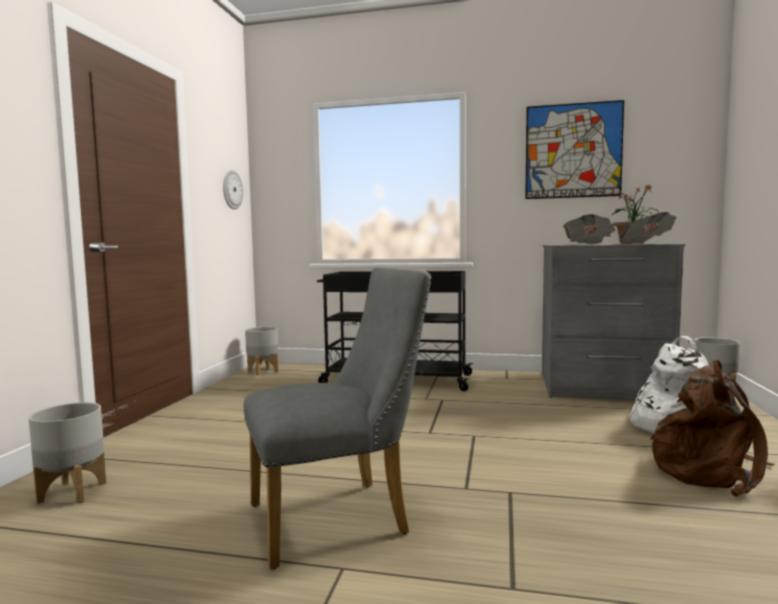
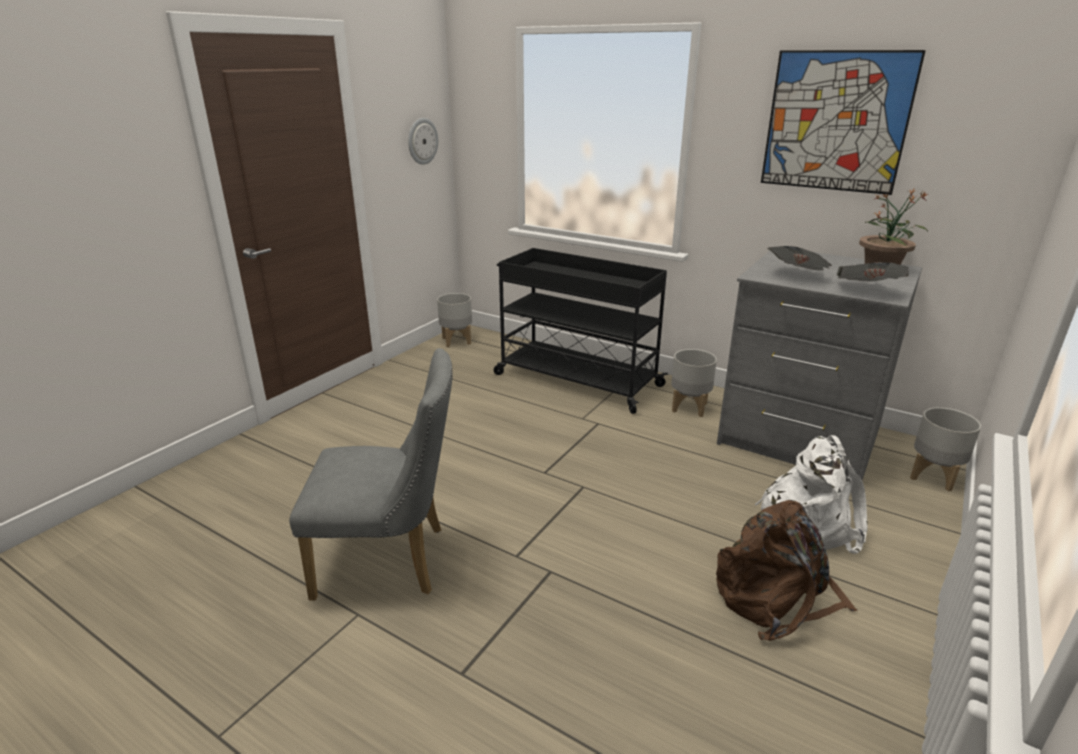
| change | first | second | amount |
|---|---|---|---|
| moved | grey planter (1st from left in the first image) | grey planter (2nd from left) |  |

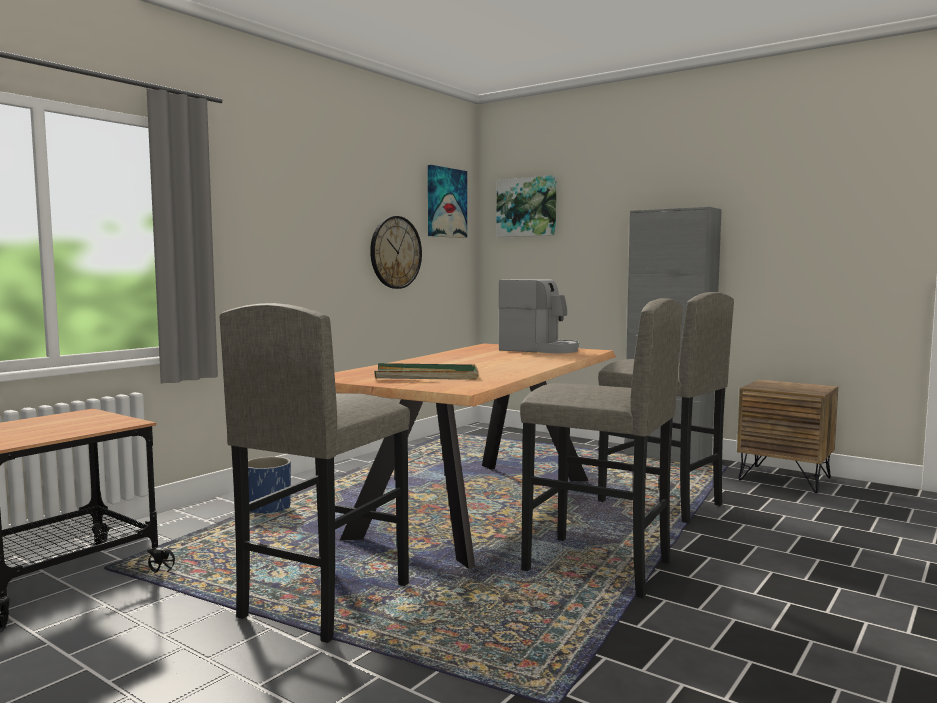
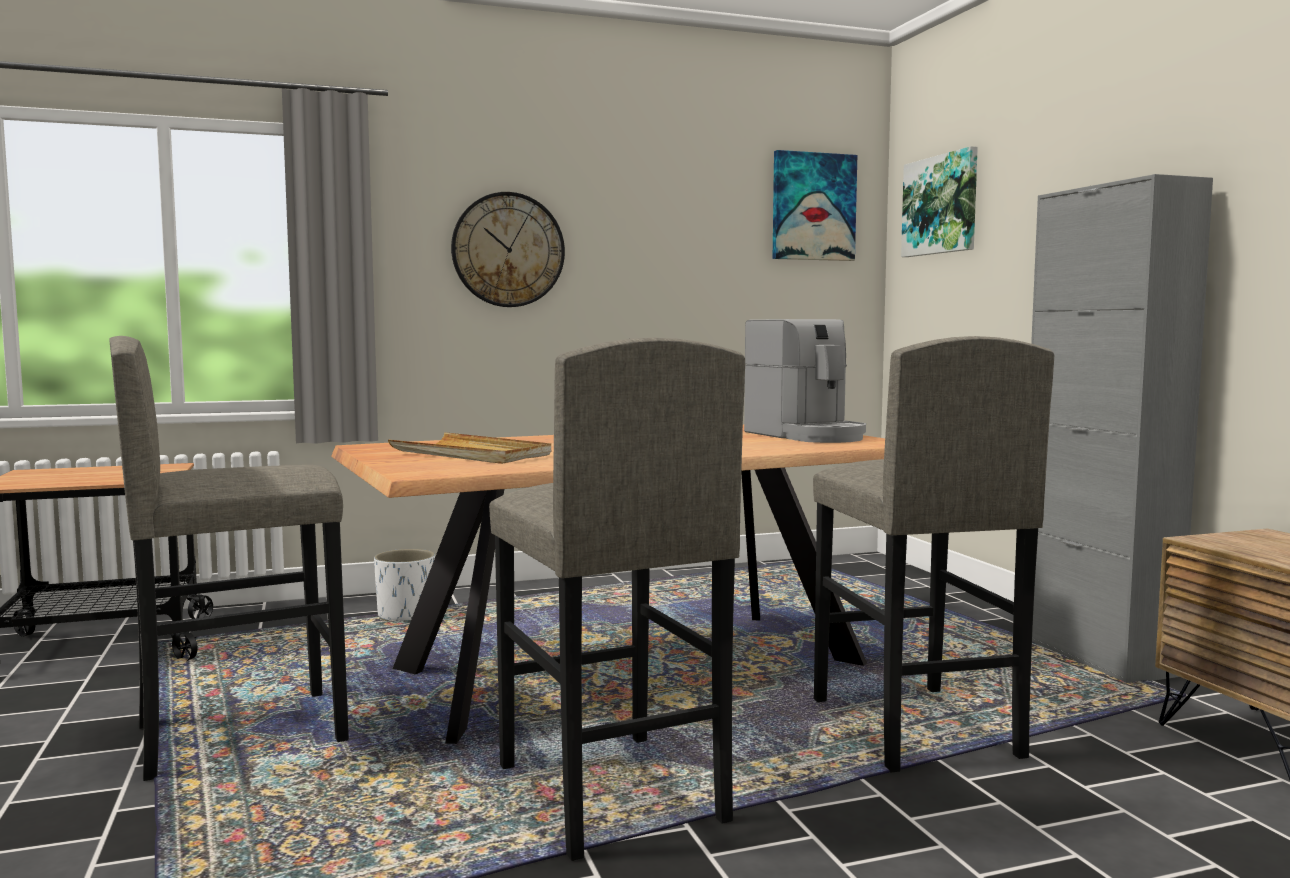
| change | first | second | amount |
|---|---|---|---|
| moved | wall clock |  |  |
| recoloured | bluish planter | whitish planter |  |
| recoloured | green-coloured serving tray | beige serving tray |  |

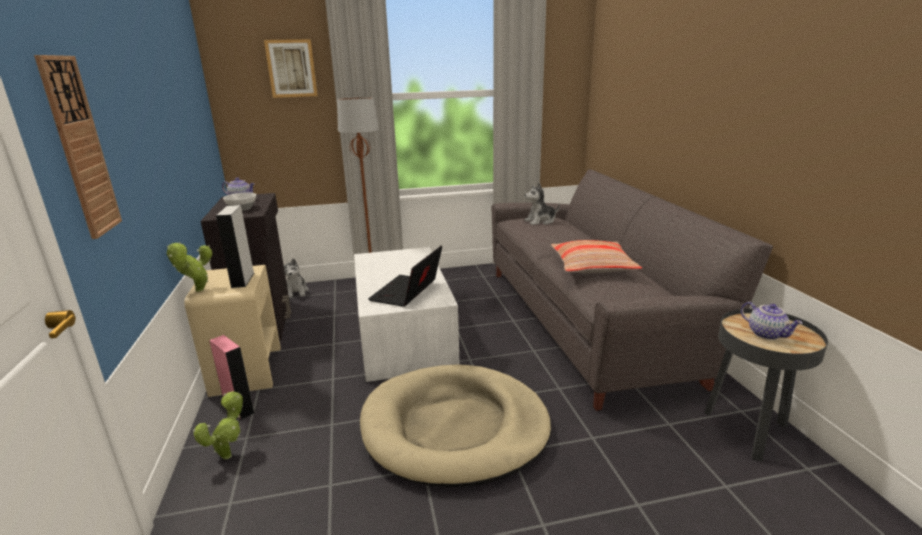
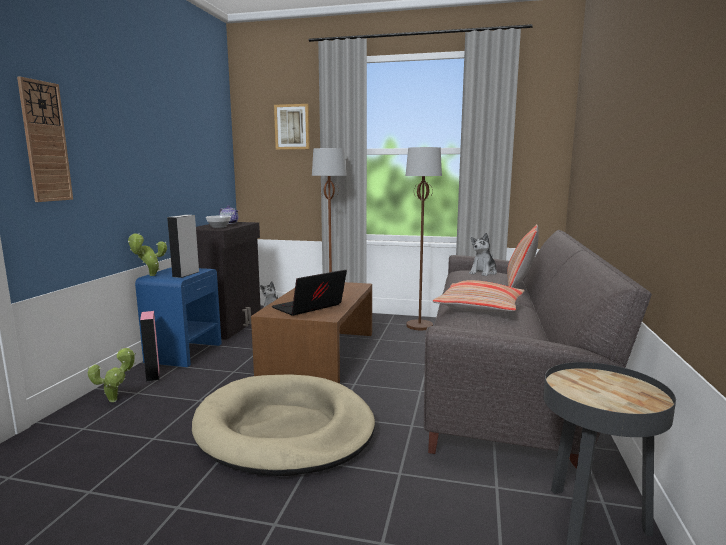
| change | first | second | amount |
|---|---|---|---|
| removed | tea pot (2nd from left) |  |  |
| added |  | brownish standard lamp (2nd from left) |  |
| added |  | throw pillow (2nd from left) |  |
| recoloured | beige night table | bluish night table |  |
| recoloured | whitish coffee table | brownish coffee table |  |
| turned | cuddly toy (2nd from left) |  | 60 degrees counterclockwise |

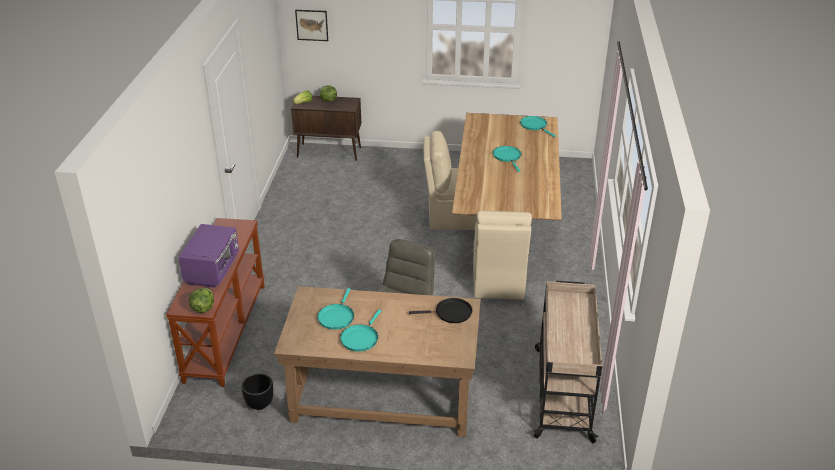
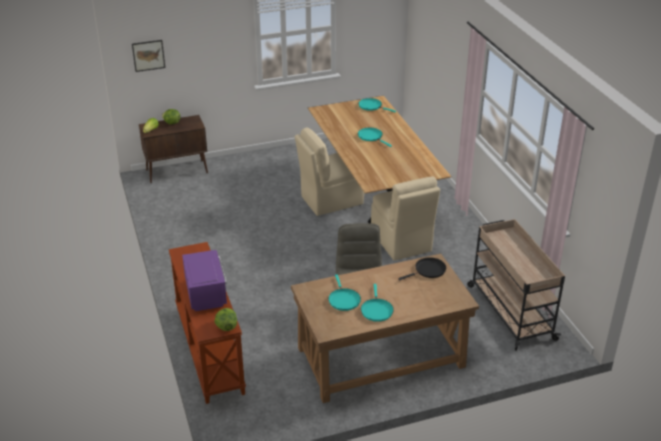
| change | first | second | amount |
|---|---|---|---|
| removed | black-coloured planter |  |  |

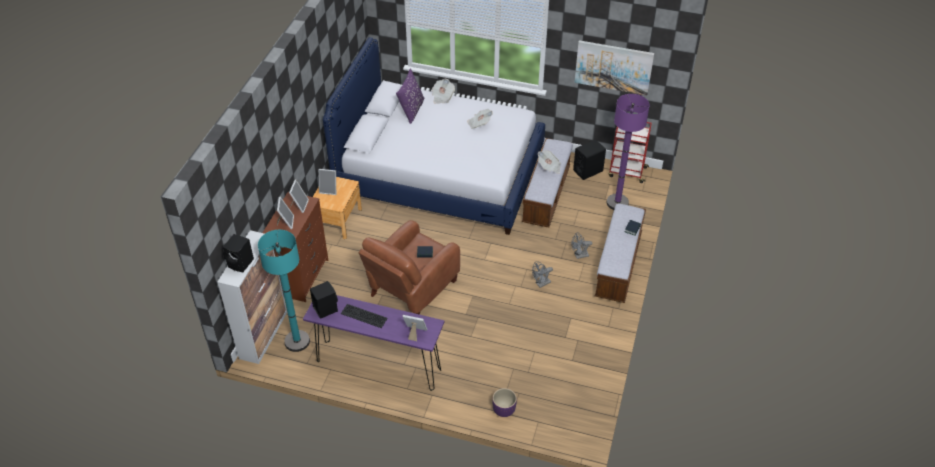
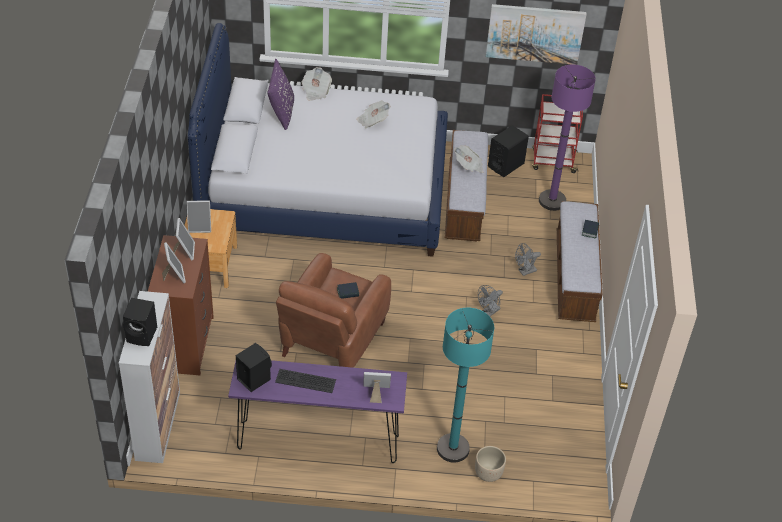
| change | first | second | amount |
|---|---|---|---|
| moved | turquoise-coloured standard lamp |  |  |
| recoloured | purple-coloured planter | beige planter |  |

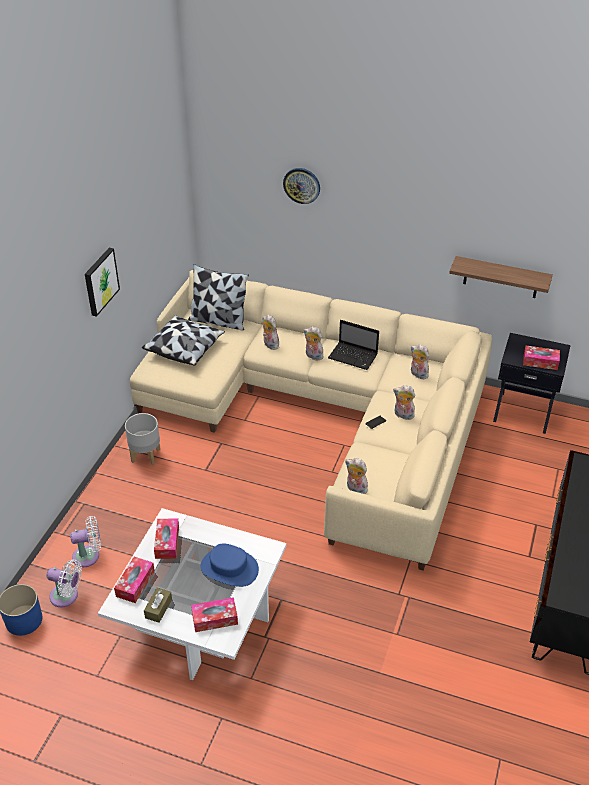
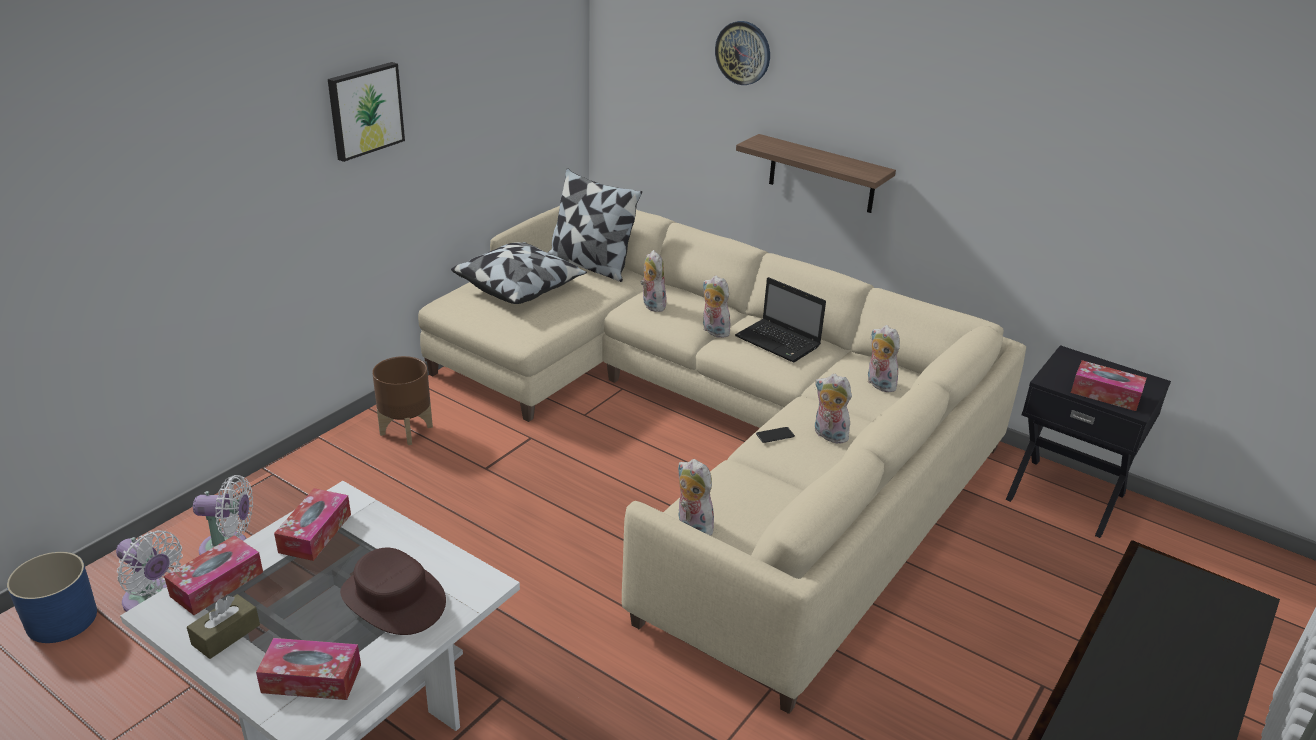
| change | first | second | amount |
|---|---|---|---|
| moved | bracket shelf |  |  |
| recoloured | grey planter | brownish planter |  |
| recoloured | bluish hat | brownish hat |  |

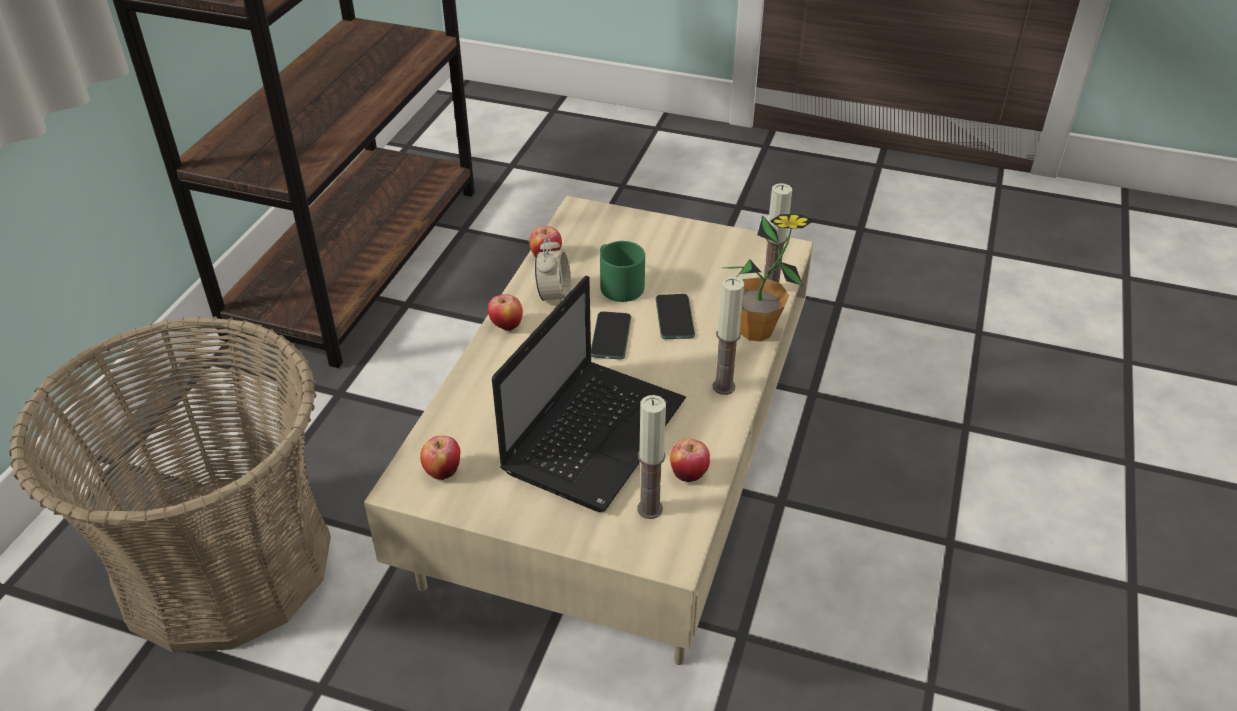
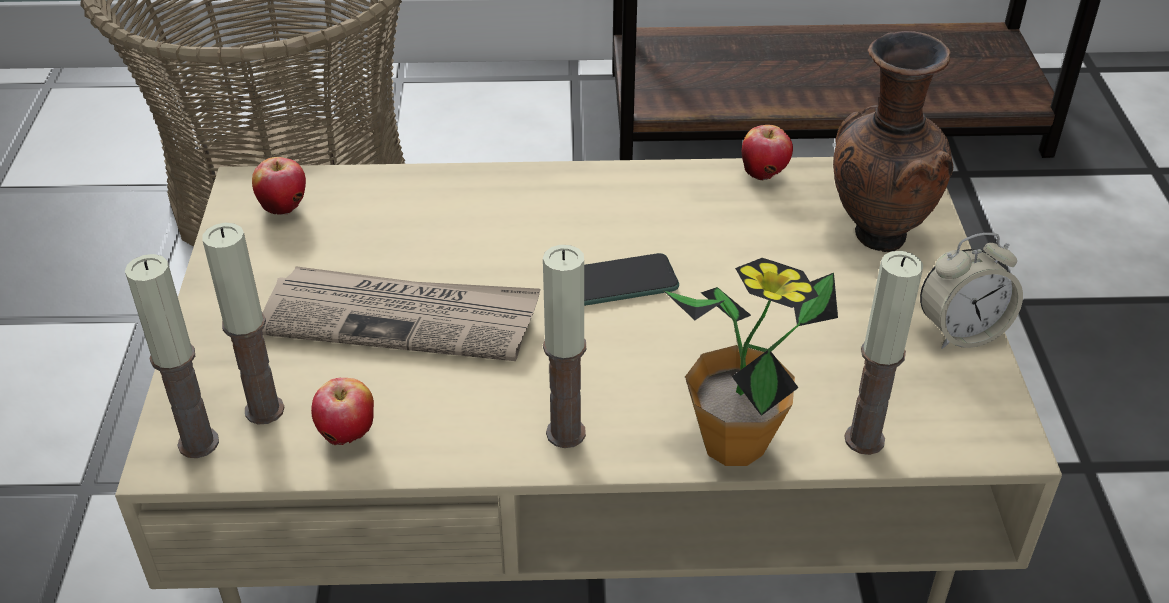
| change | first | second | amount |
|---|---|---|---|
| removed | apple (2nd from left) |  |  |
| removed | green-coloured mug |  |  |
| removed | handset (2nd from left) |  |  |
| added |  | candle (1st from left) |  |
| added |  | brownish flower vase |  |
| moved | alarm clock |  |  |
| replaced | laptop | newspaper |  |

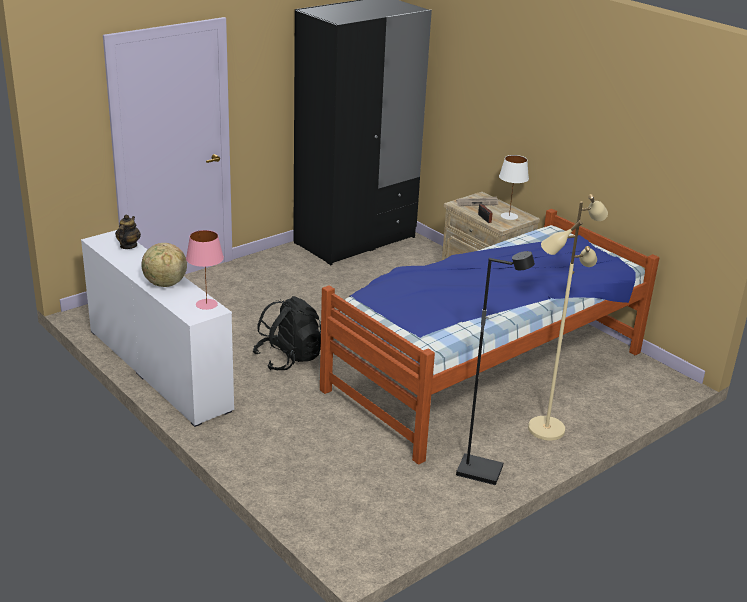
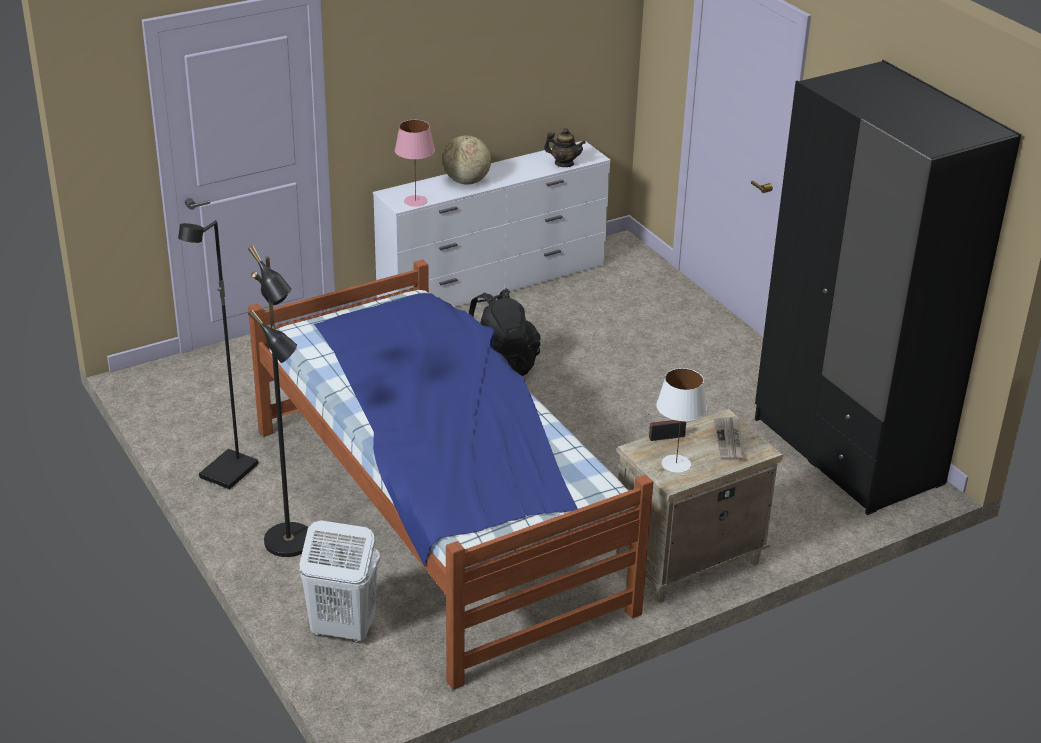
| change | first | second | amount |
|---|---|---|---|
| added |  | whitish washing basket |  |
| recoloured | beige standard lamp | black-coloured standard lamp (2nd from left) |  |

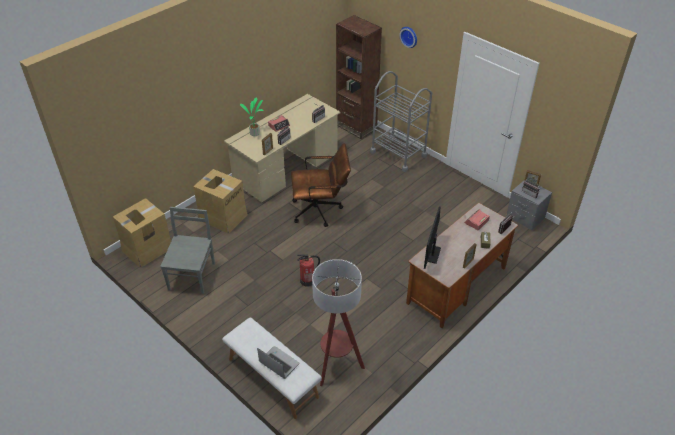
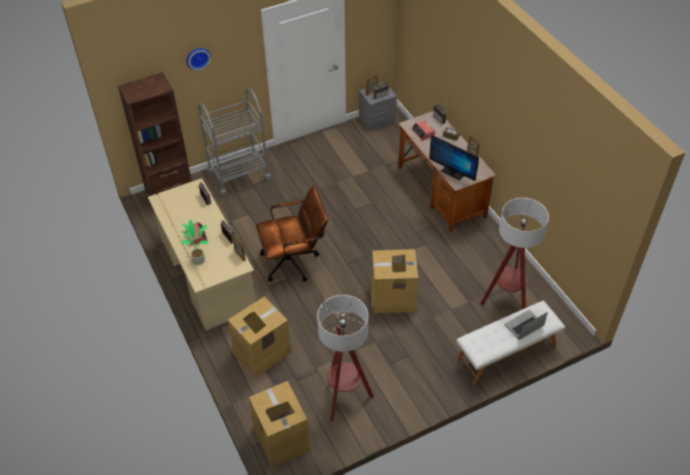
| change | first | second | amount |
|---|---|---|---|
| replaced | grey chair | standard lamp (1st from left) |  |
| replaced | fire extinguisher | cardboard box (3rd from left) |  |
| turned | brownish computer chair |  | 60 degrees clockwise |

